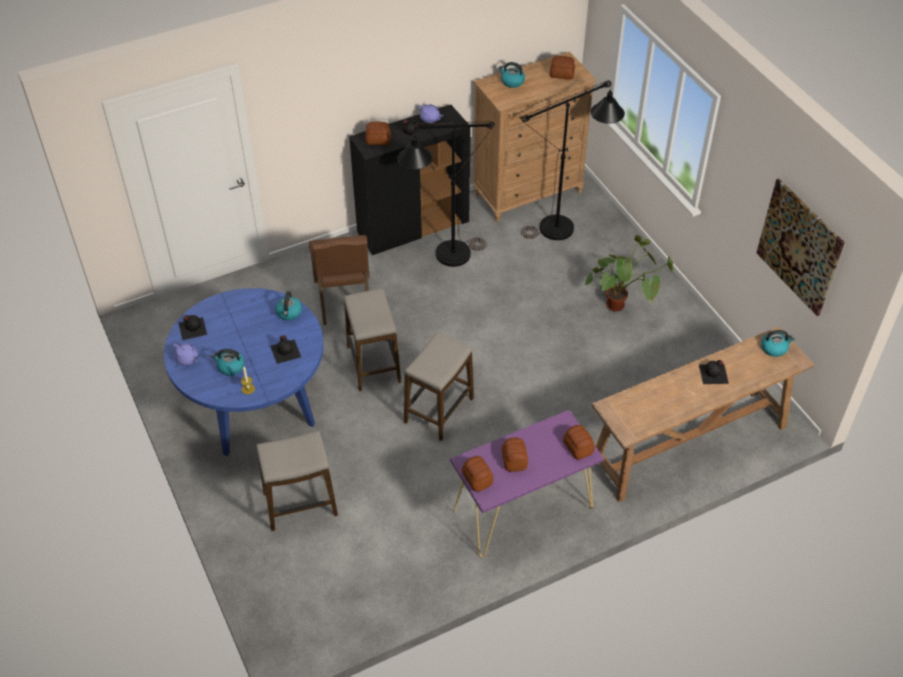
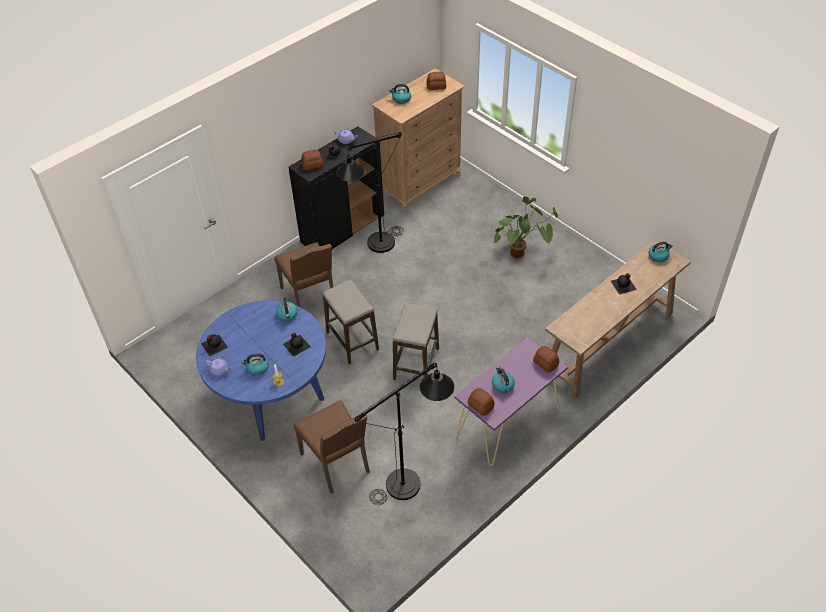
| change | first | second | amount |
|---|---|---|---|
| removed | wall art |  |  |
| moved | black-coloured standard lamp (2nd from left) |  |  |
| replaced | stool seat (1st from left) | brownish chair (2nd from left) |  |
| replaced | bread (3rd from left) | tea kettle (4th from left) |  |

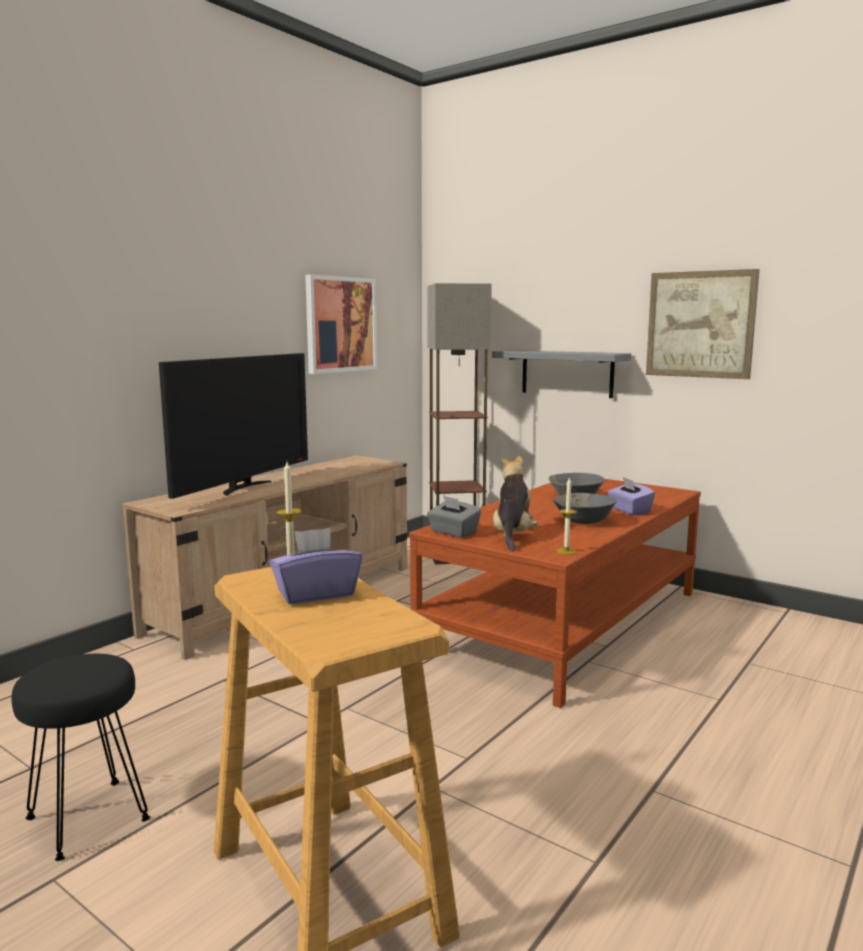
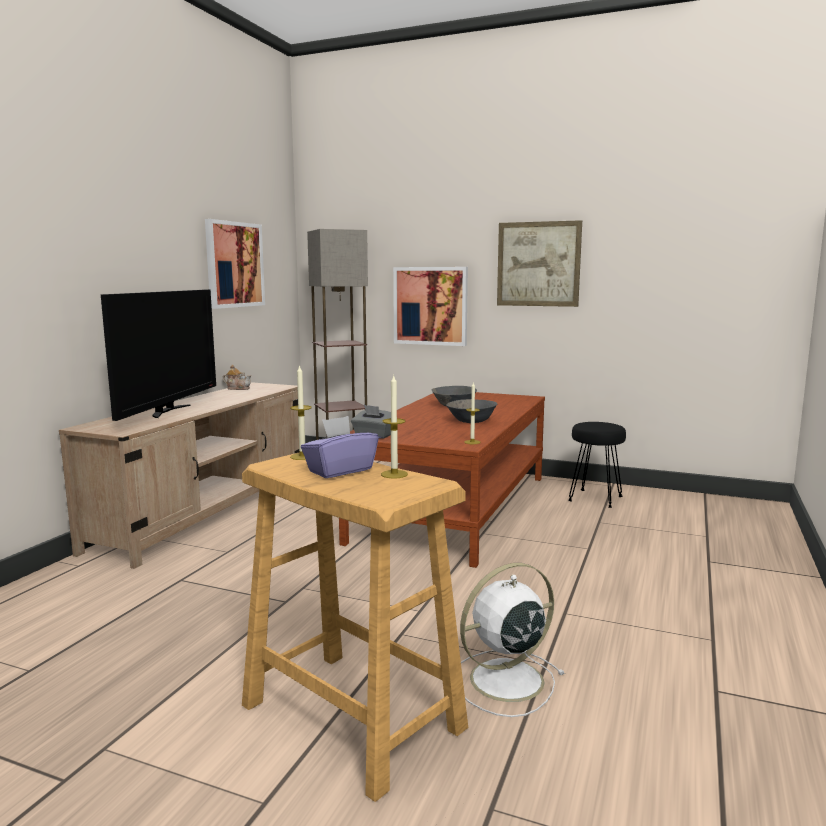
| change | first | second | amount |
|---|---|---|---|
| removed | cuddly toy |  |  |
| removed | purple-coloured tissue holder (2nd from left) |  |  |
| added |  | tea pot |  |
| added |  | candle (2nd from left) |  |
| added |  | whitish electric fan |  |
| moved | black-coloured stool seat |  |  |
| replaced | grey bracket shelf | wall art (2nd from left) |  |

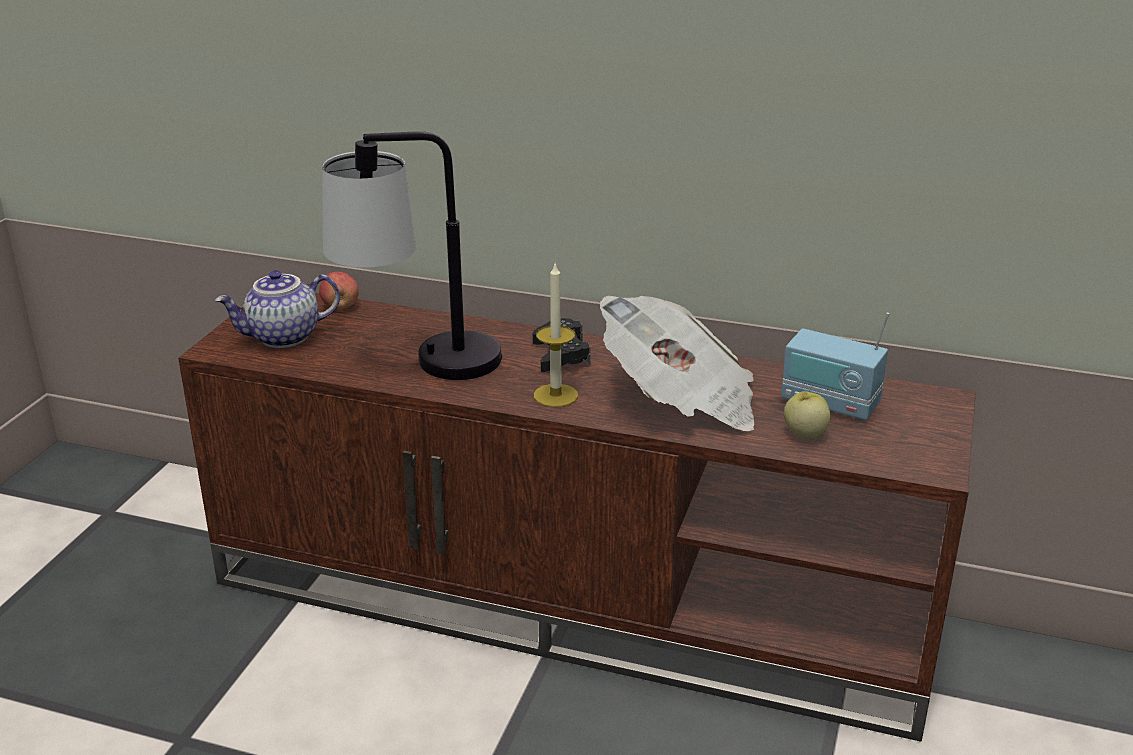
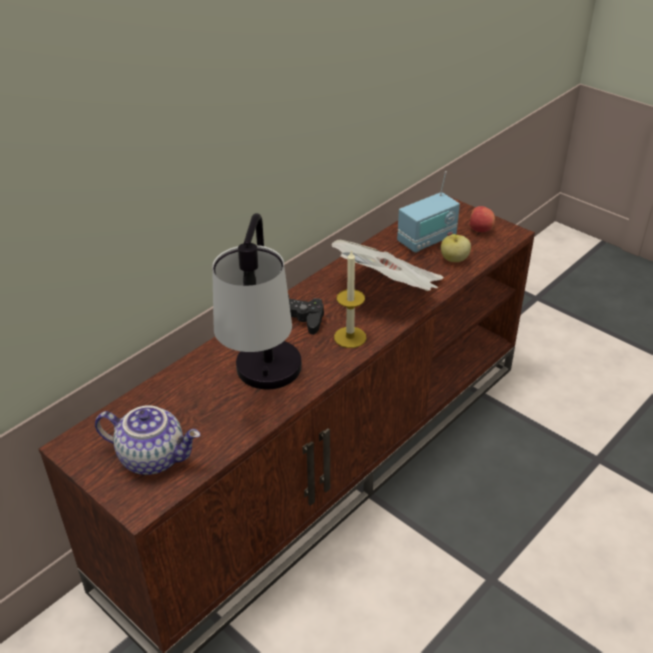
| change | first | second | amount |
|---|---|---|---|
| moved | apple (1st from left in the first image) | apple (2nd from left) |  |
| turned | tea pot |  | 75 degrees counterclockwise |

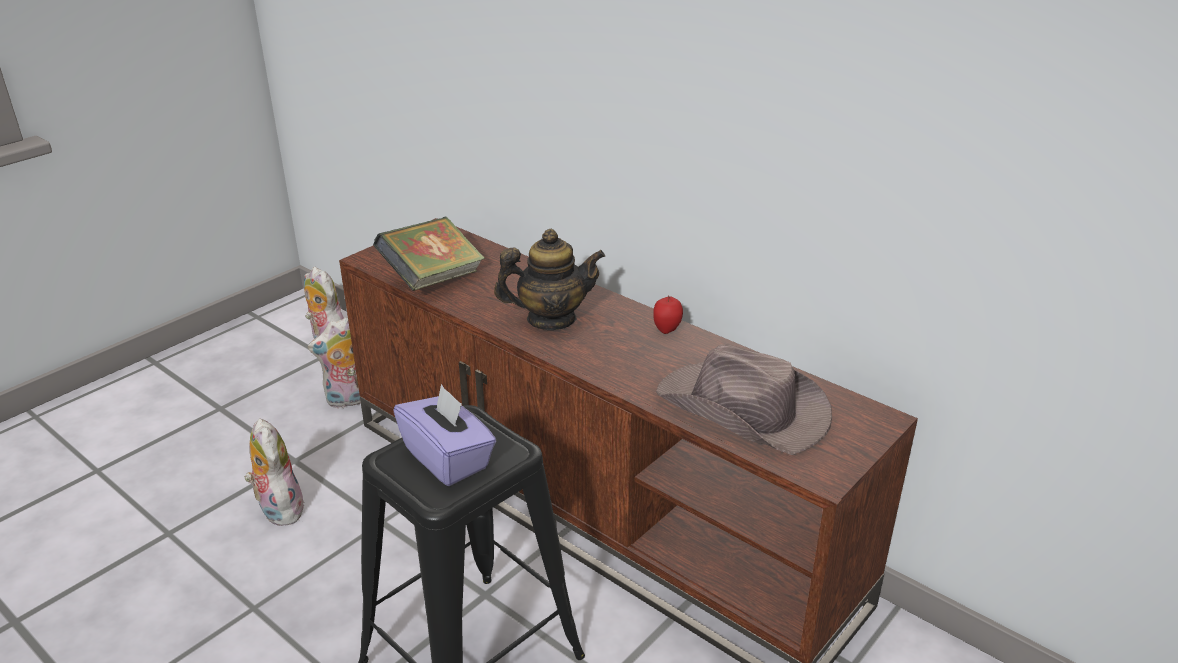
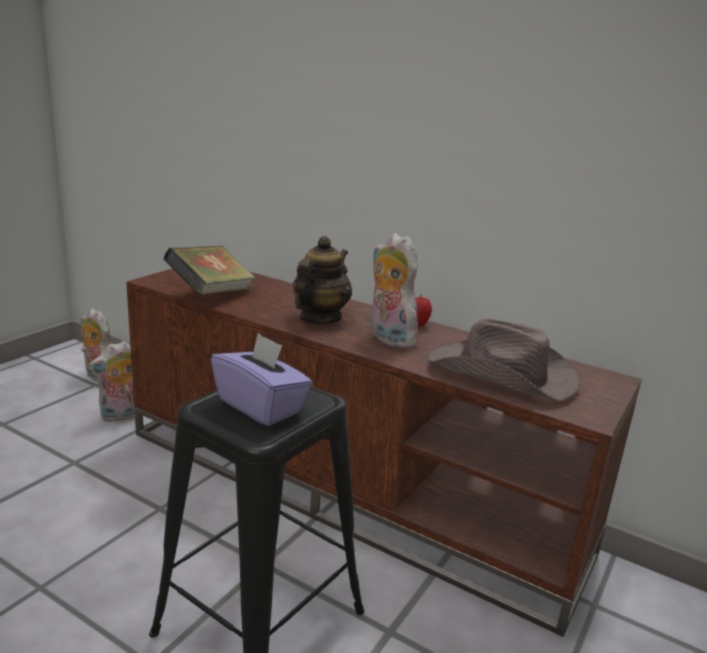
| change | first | second | amount |
|---|---|---|---|
| moved | cuddly toy (1st from left in the first image) | cuddly toy (3rd from left) |  |
| turned | tea pot |  | 45 degrees counterclockwise |

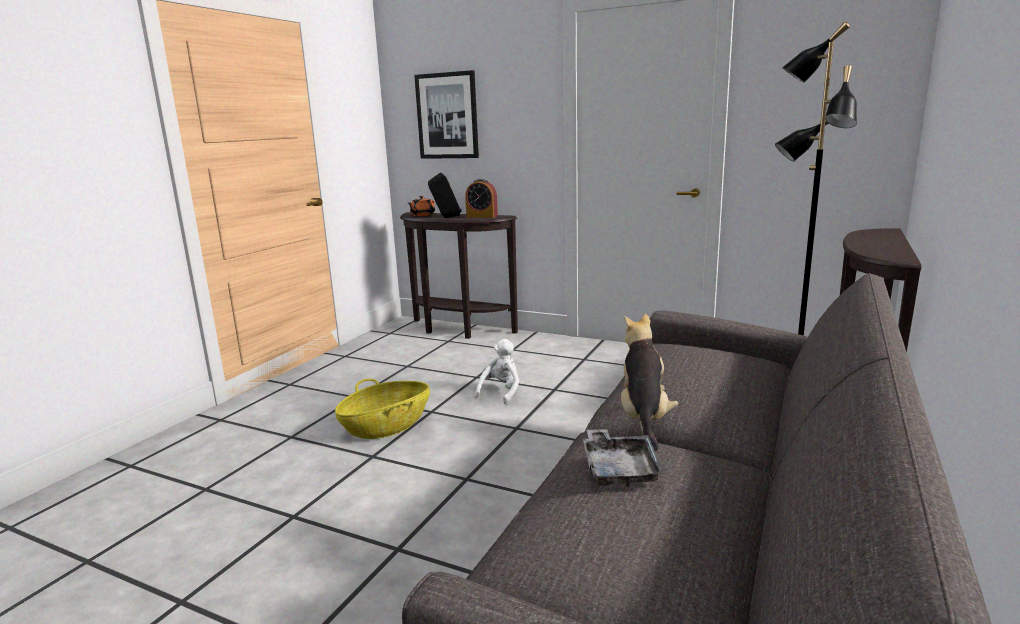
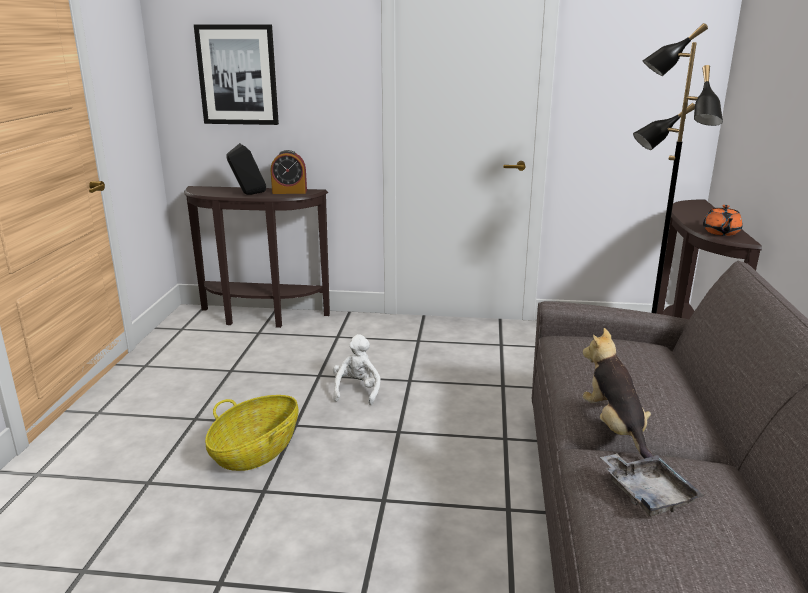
| change | first | second | amount |
|---|---|---|---|
| moved | orangey tea pot |  |  |

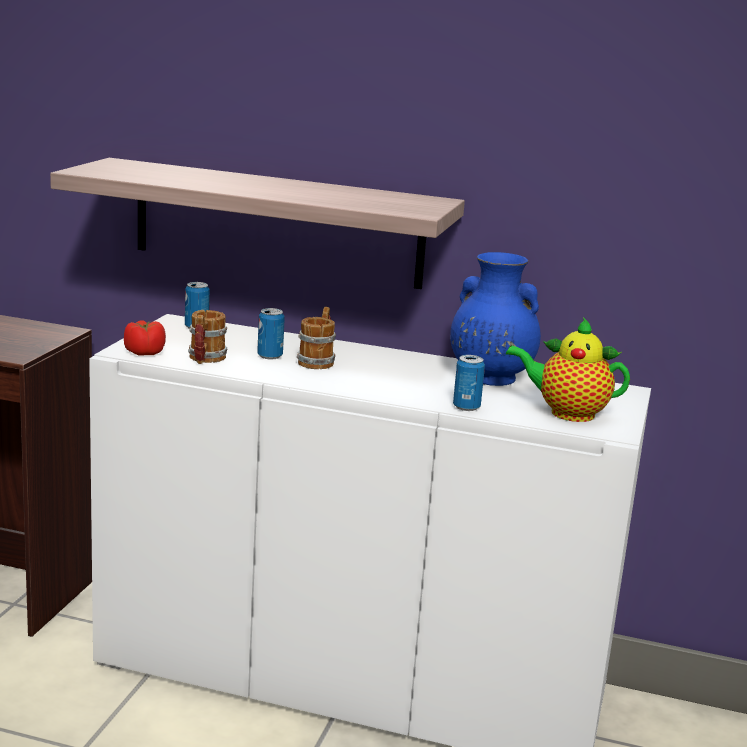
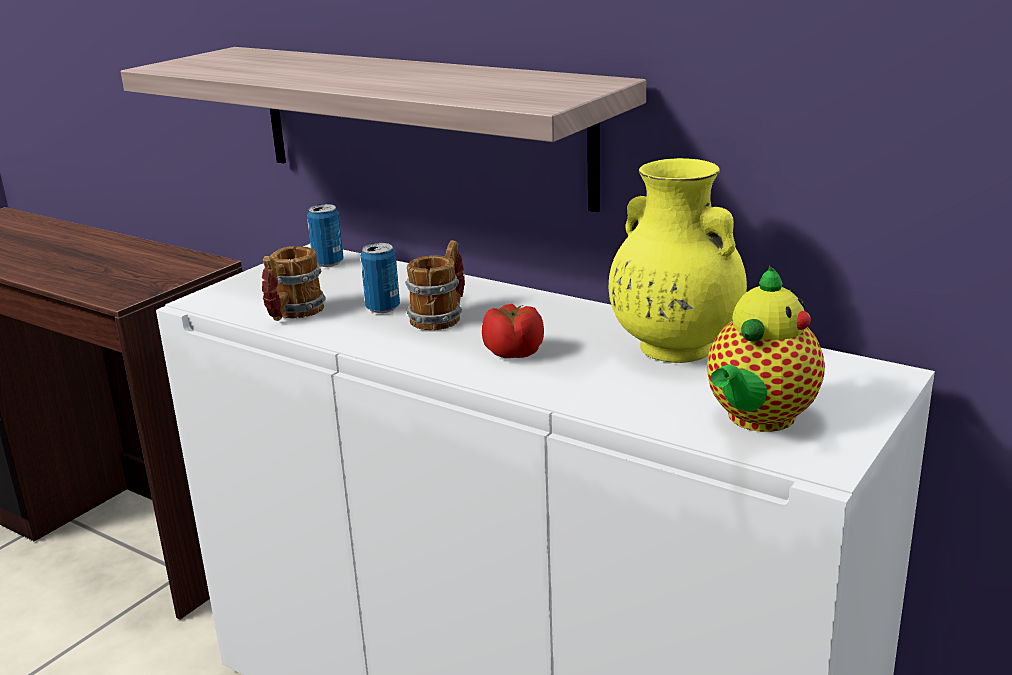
| change | first | second | amount |
|---|---|---|---|
| removed | metal can (3rd from left) |  |  |
| moved | tomato |  |  |
| recoloured | bluish flower vase | yellow flower vase |  |
| turned | tea pot |  | 90 degrees counterclockwise |

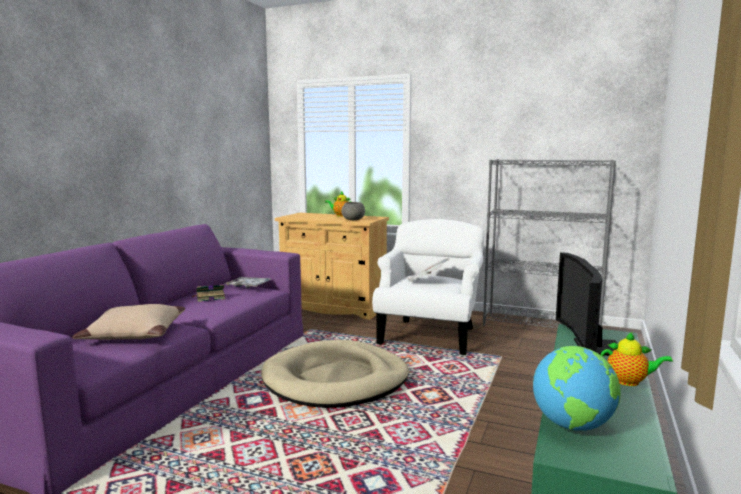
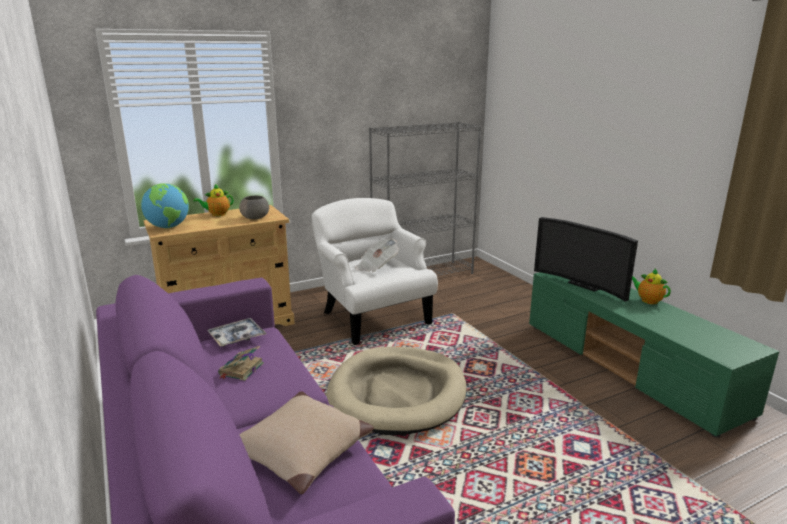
| change | first | second | amount |
|---|---|---|---|
| moved | globe |  |  |
| turned | tea pot (2nd from left) |  | 105 degrees counterclockwise |

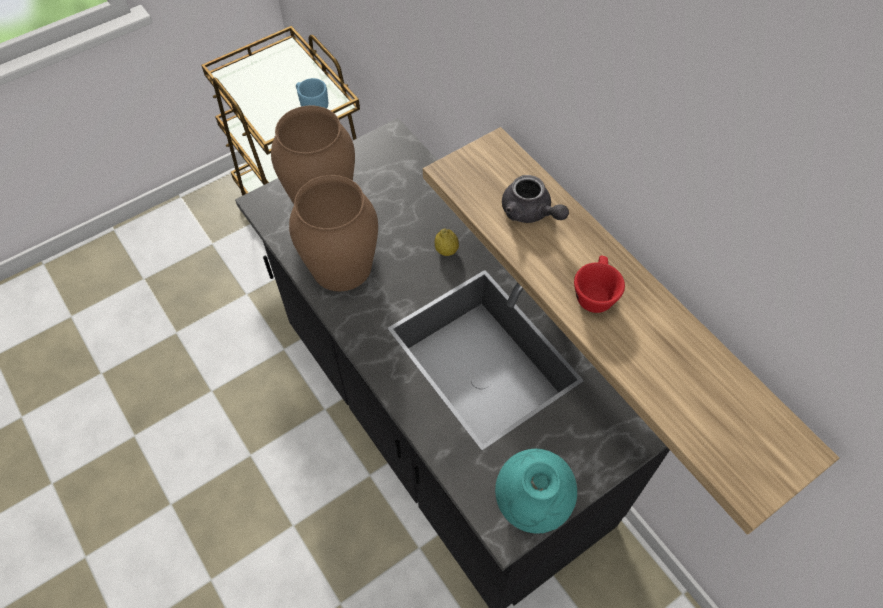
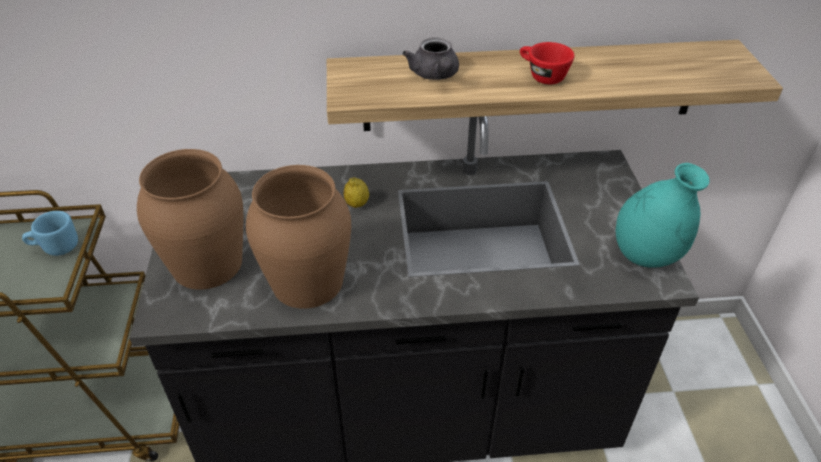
| change | first | second | amount |
|---|---|---|---|
| turned | grey tea pot |  | 90 degrees clockwise |

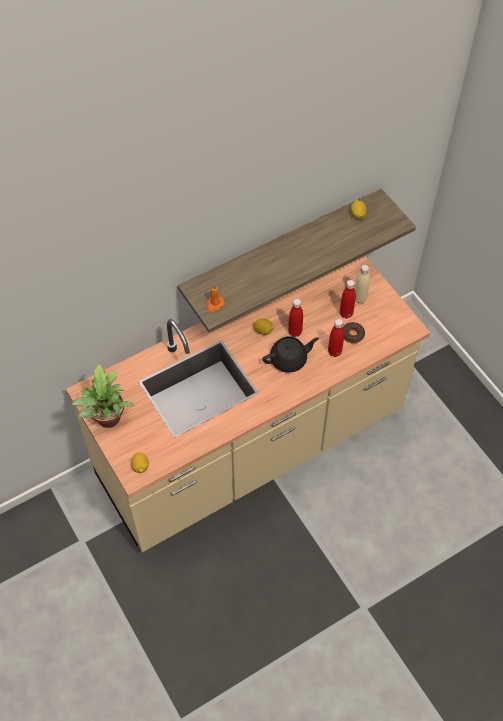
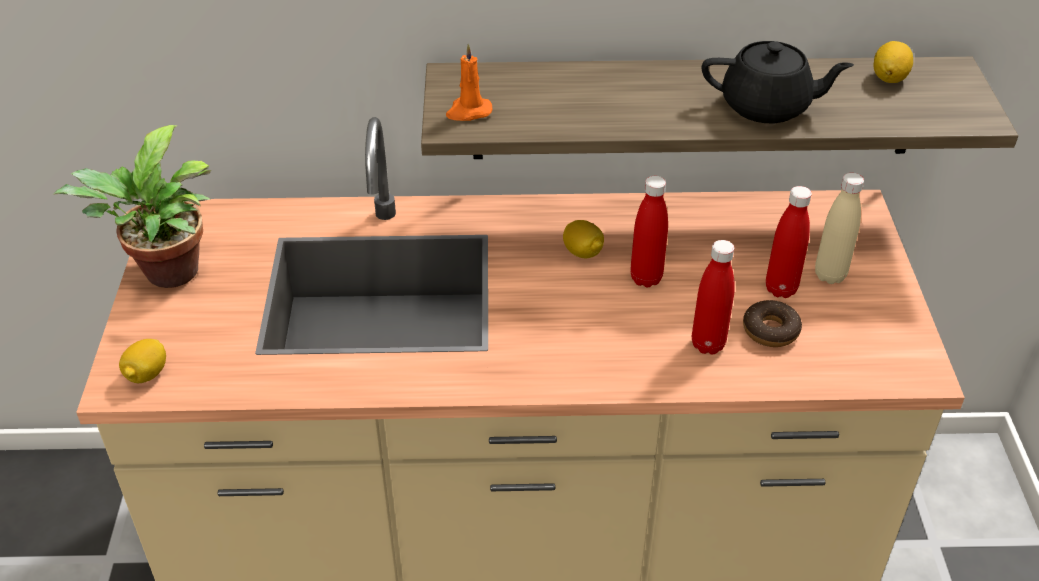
| change | first | second | amount |
|---|---|---|---|
| moved | black-coloured tea pot |  |  |

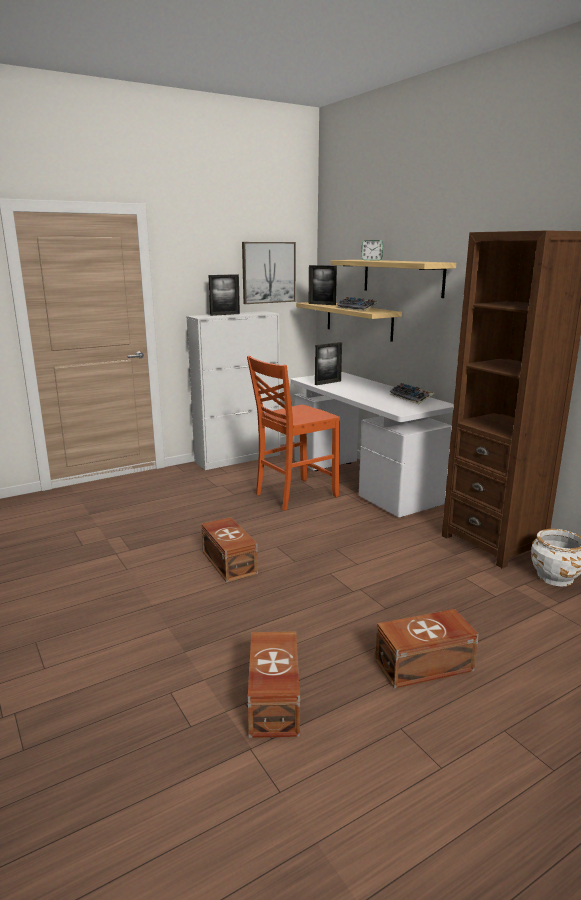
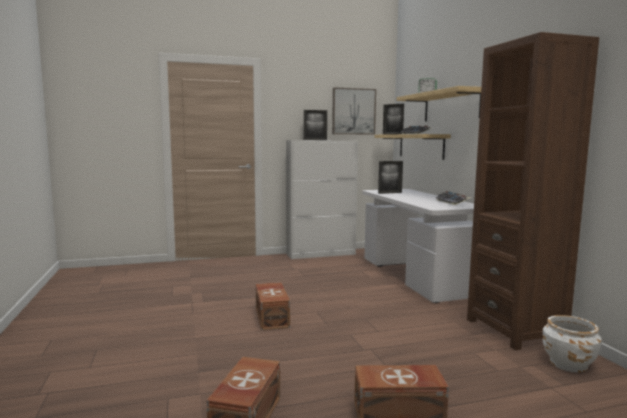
| change | first | second | amount |
|---|---|---|---|
| removed | orangey chair |  |  |

